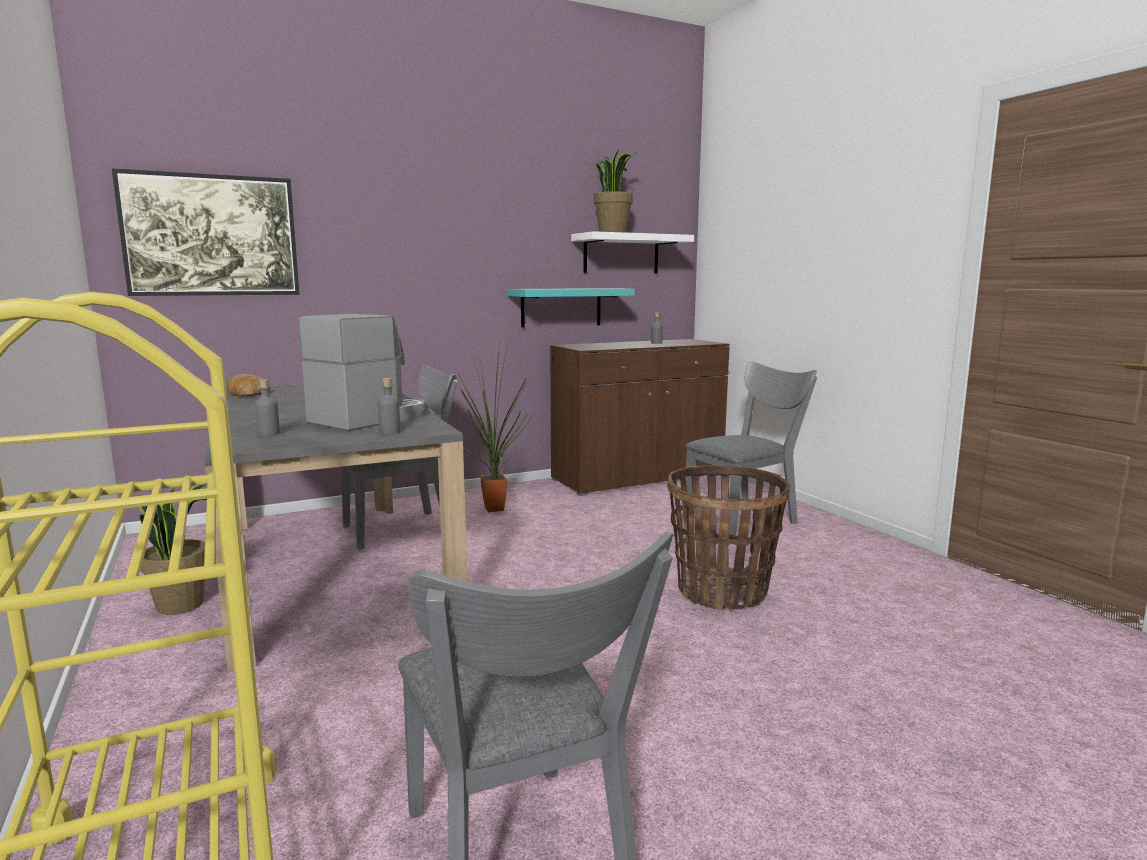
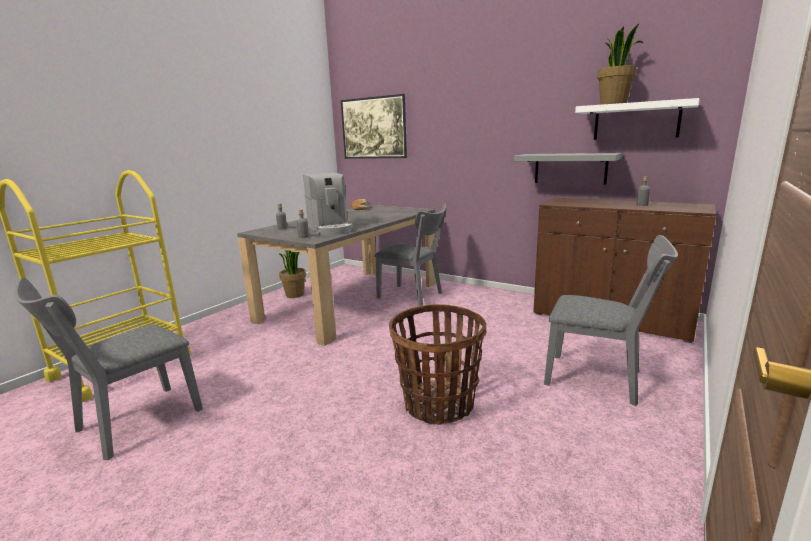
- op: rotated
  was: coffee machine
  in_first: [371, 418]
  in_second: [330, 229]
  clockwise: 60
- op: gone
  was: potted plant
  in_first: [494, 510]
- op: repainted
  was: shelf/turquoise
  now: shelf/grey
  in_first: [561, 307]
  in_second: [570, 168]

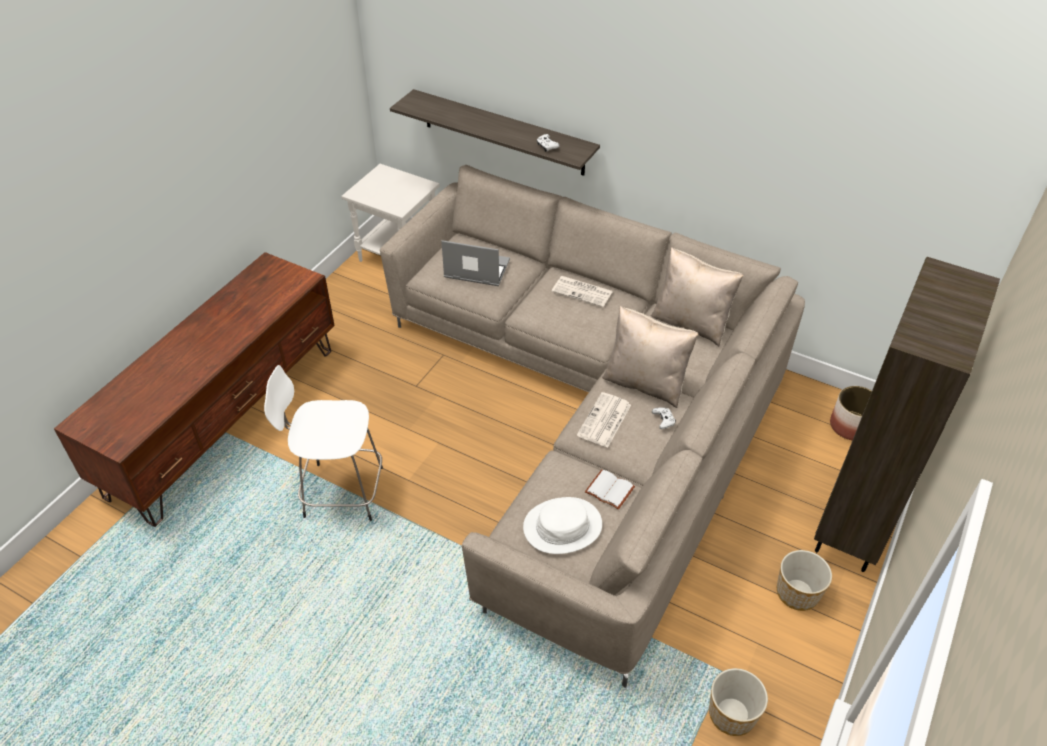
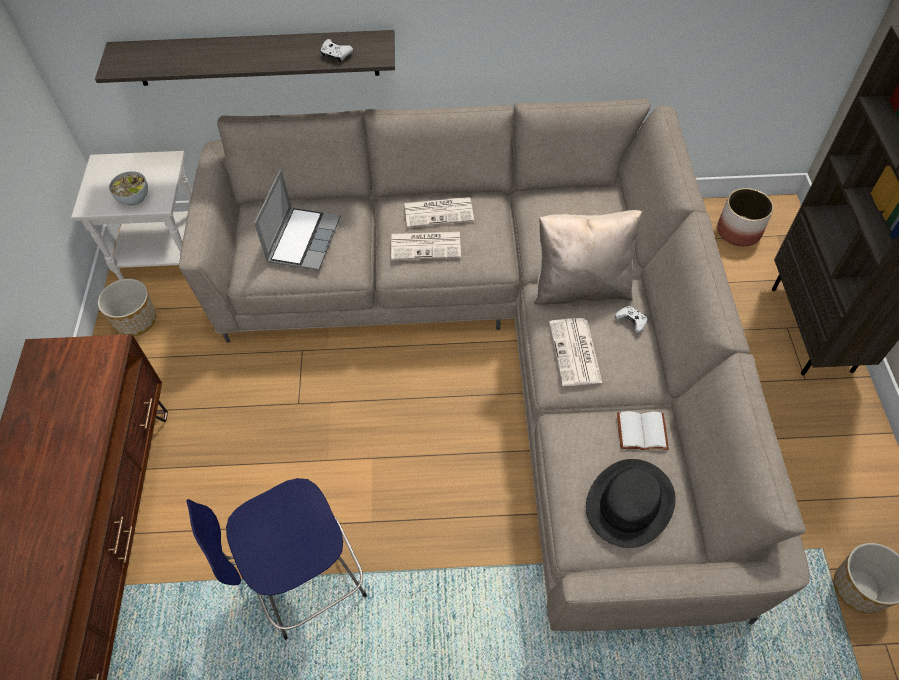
- op: repainted
  was: stool/white
  now: stool/blue
  in_first: [340, 491]
  in_second: [304, 581]
- op: rotated
  was: laptop
  in_first: [475, 270]
  in_second: [303, 239]
  clockwise: 120
- op: repainted
  was: hat/white
  now: hat/black
  in_first: [562, 526]
  in_second: [629, 503]
- op: gone
  was: pillow/beige
  in_first: [691, 323]
- op: shifted
  was: planter
  in_first: [797, 592]
  in_second: [136, 320]
- op: new
  now: bowl
  in_second: [134, 198]
- op: new
  now: newspaper
  in_second: [427, 245]

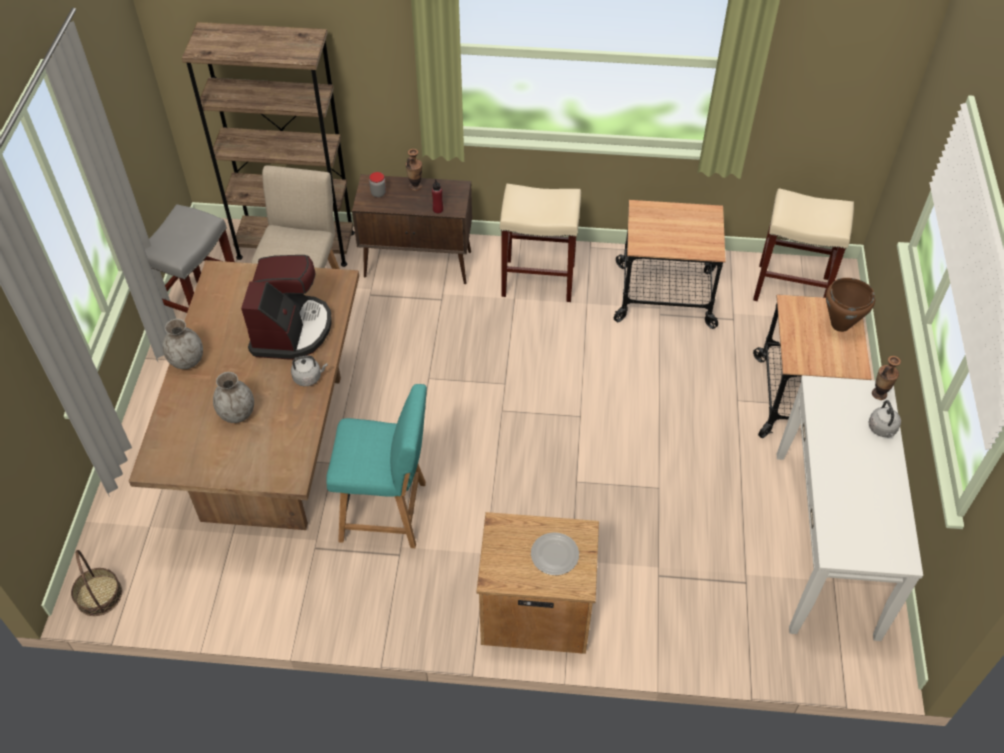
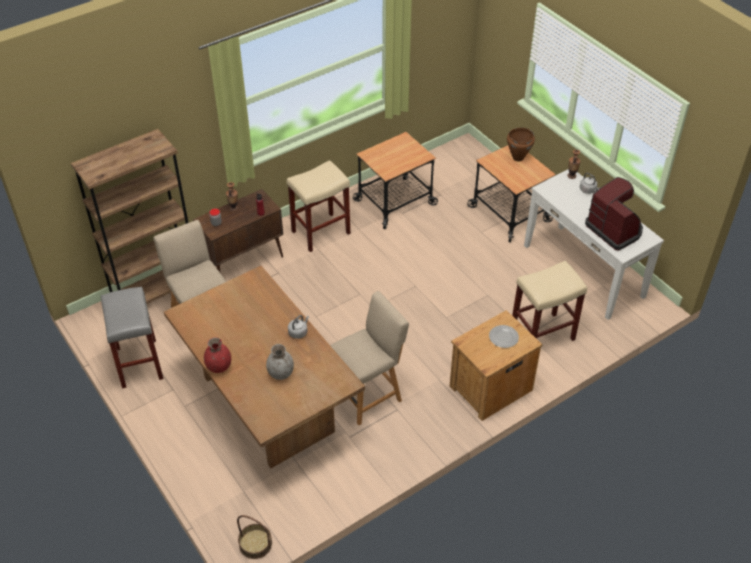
- op: repainted
  was: vase/grey
  now: vase/red
  in_first: [187, 360]
  in_second: [219, 366]
- op: shifted
  was: coffee machine
  in_first: [291, 330]
  in_second: [614, 229]
- op: repainted
  was: chair/turquoise
  now: chair/beige
  in_first: [388, 512]
  in_second: [368, 394]
- op: shifted
  was: stool/beige
  in_first: [792, 288]
  in_second: [542, 334]

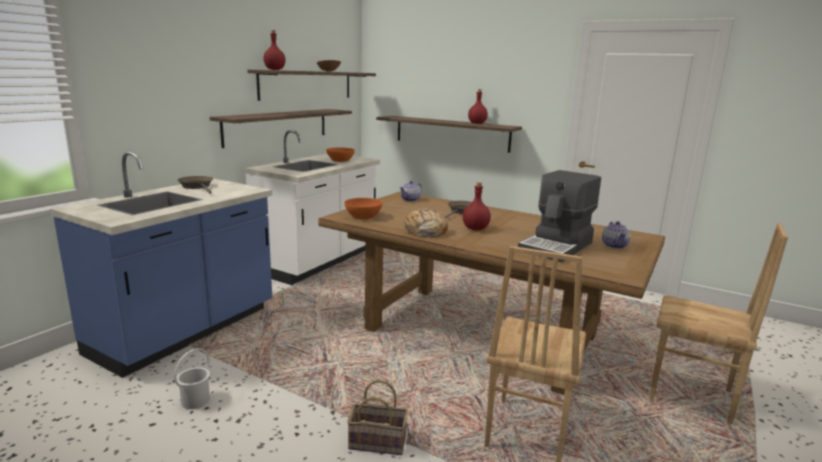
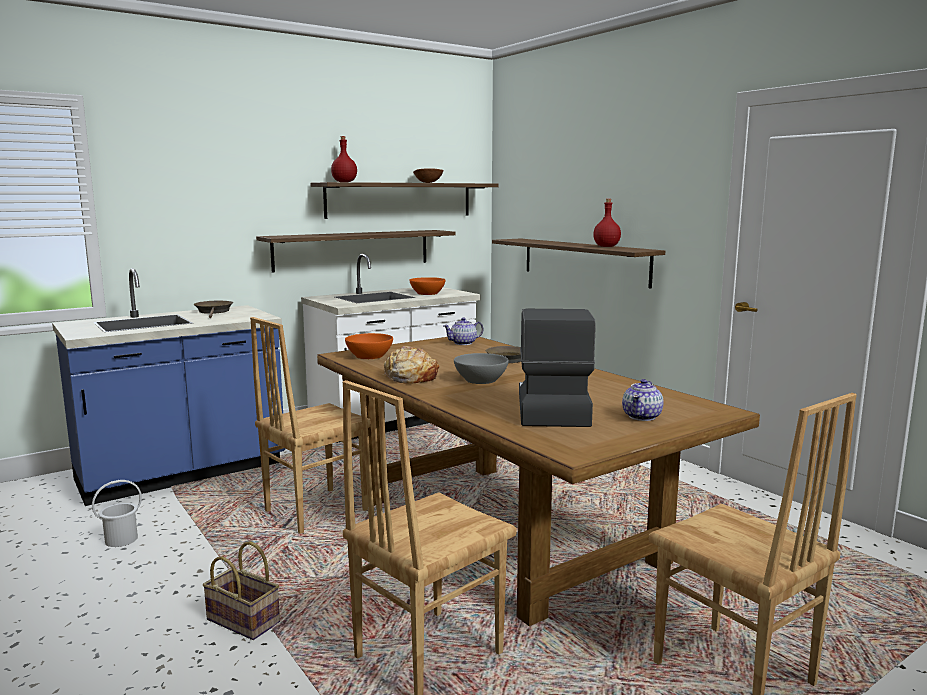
- op: swapped
  was: bottle/red
  now: bowl/grey
  in_first: [475, 229]
  in_second: [480, 380]
- op: rotated
  was: coffee machine
  in_first: [557, 247]
  in_second: [550, 409]
  clockwise: 120
- op: new
  now: chair/brown
  in_second: [314, 510]

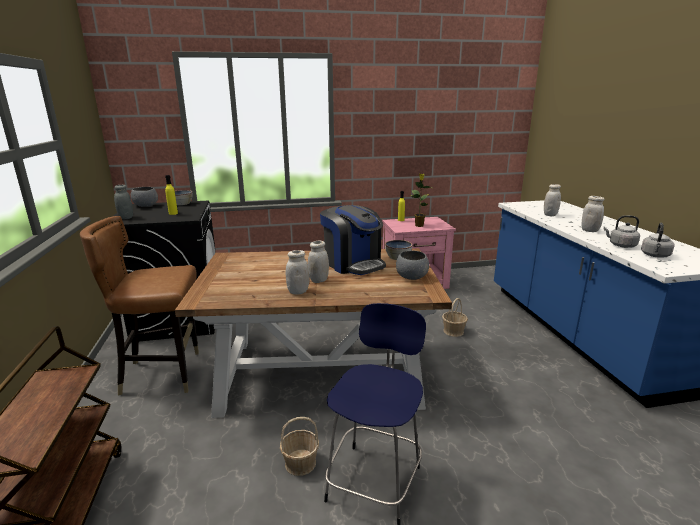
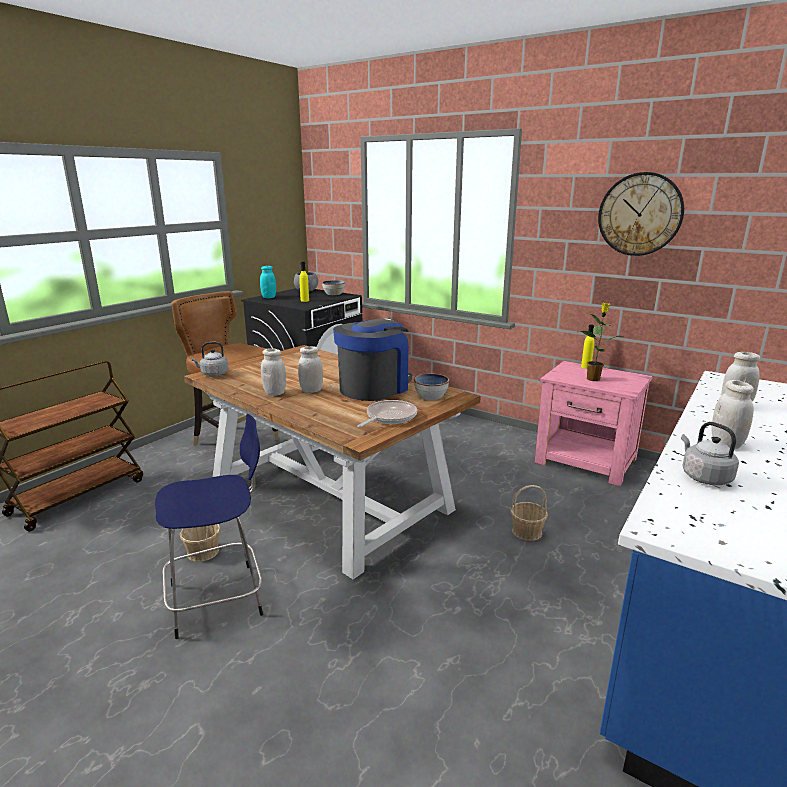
- op: repainted
  was: jar/grey
  now: jar/turquoise
  in_first: [126, 218]
  in_second: [269, 297]
- op: rotated
  was: coffee machine
  in_first: [353, 264]
  in_second: [374, 387]
  clockwise: -150
- op: swapped
  was: bowl/grey
  now: frying pan
  in_first: [411, 277]
  in_second: [389, 417]
- op: shifted
  was: kettle/grey
  in_first: [655, 255]
  in_second: [213, 374]
- op: new
  now: wall clock
  in_second: [640, 214]

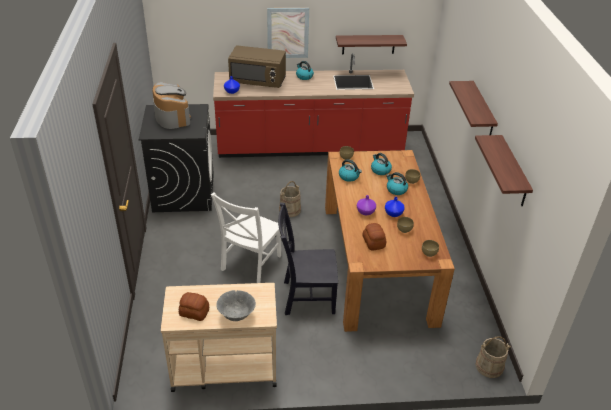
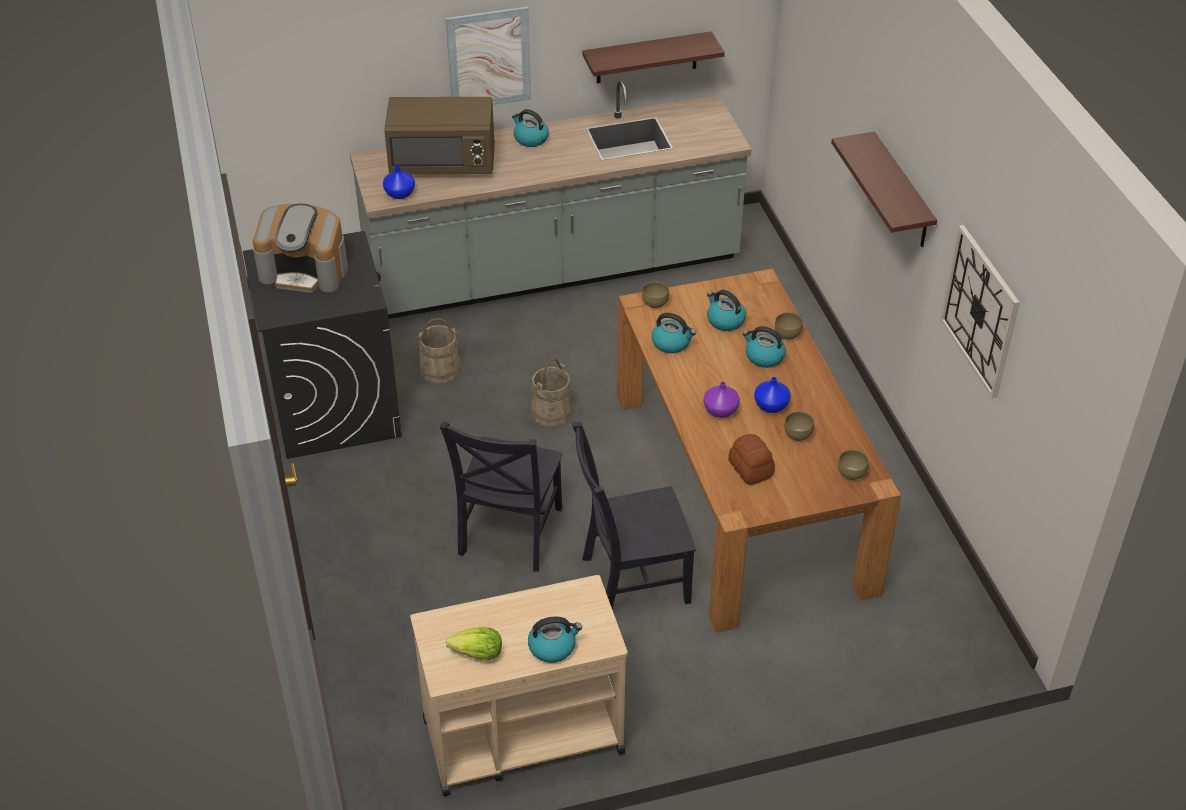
- op: rotated
  was: coffee machine
  in_first: [172, 117]
  in_second: [305, 270]
  clockwise: 135
- op: swapped
  was: bread
  now: lettuce
  in_first: [194, 312]
  in_second: [478, 654]
- op: repainted
  was: chair/white
  now: chair/black
  in_first: [249, 264]
  in_second: [509, 534]
- op: repainted
  was: counter/red
  now: counter/grey
  in_first: [310, 147]
  in_second: [553, 271]
- op: swapped
  was: bowl/grey
  now: kettle
  in_first: [236, 316]
  in_second: [553, 647]
- op: swapped
  was: shelf
  now: wall clock
  in_first: [513, 172]
  in_second: [980, 311]
- op: shifted
  was: bucket/beige
  in_first: [489, 366]
  in_second: [440, 369]

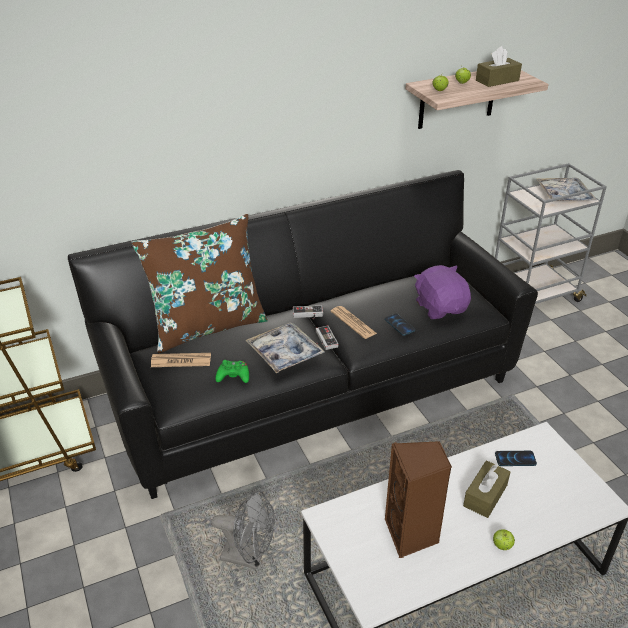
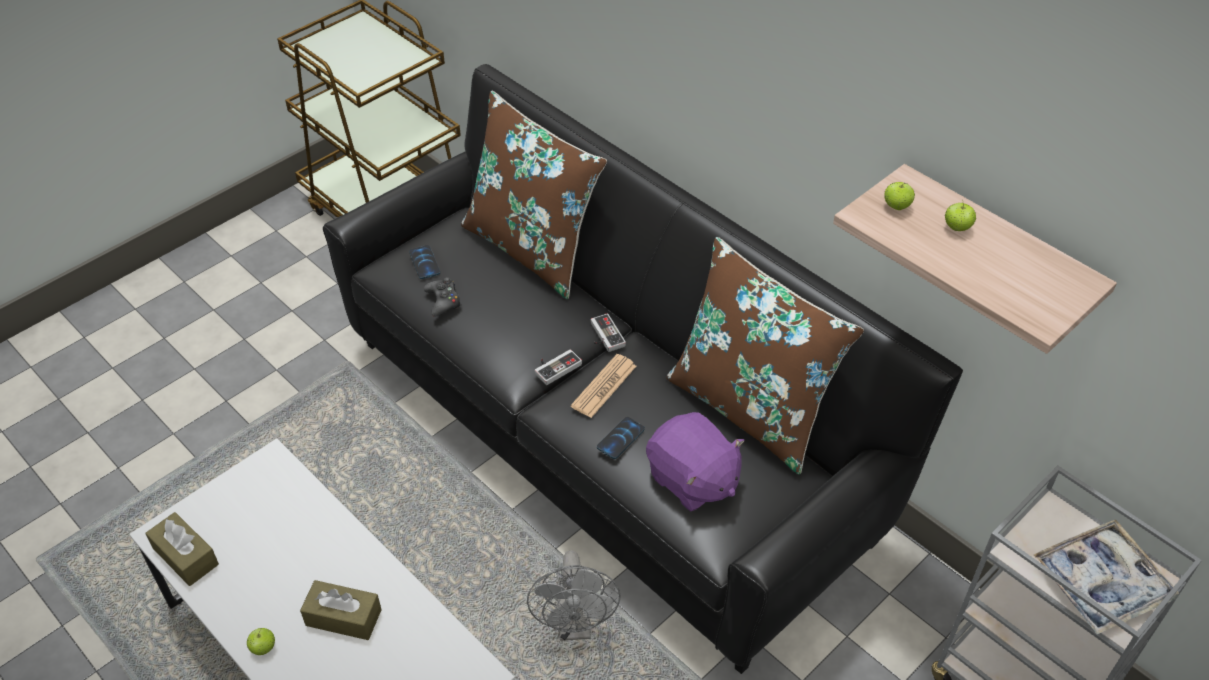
- op: gone
  was: newspaper
  in_first: [181, 361]
- op: shifted
  was: fan/grey
  in_first: [249, 557]
  in_second: [575, 626]
- op: repainted
  was: game controller/green
  now: game controller/black
  in_first: [233, 376]
  in_second: [443, 301]
- op: gone
  was: tray
  in_first: [285, 353]
- op: gone
  was: speaker/brown
  in_first: [412, 535]
- op: rotated
  was: plush toy/purple
  in_first: [440, 307]
  in_second: [692, 480]
  clockwise: 90
- op: shifted
  was: tissue box/brown
  in_first: [497, 80]
  in_second: [185, 556]
- op: shifted
  was: phone
  in_first: [515, 459]
  in_second: [424, 263]
- op: new
  now: pillow/brown
  in_second: [750, 408]

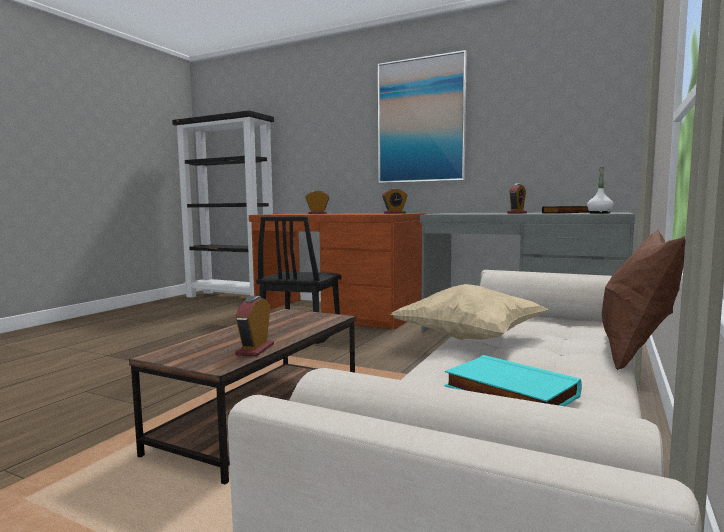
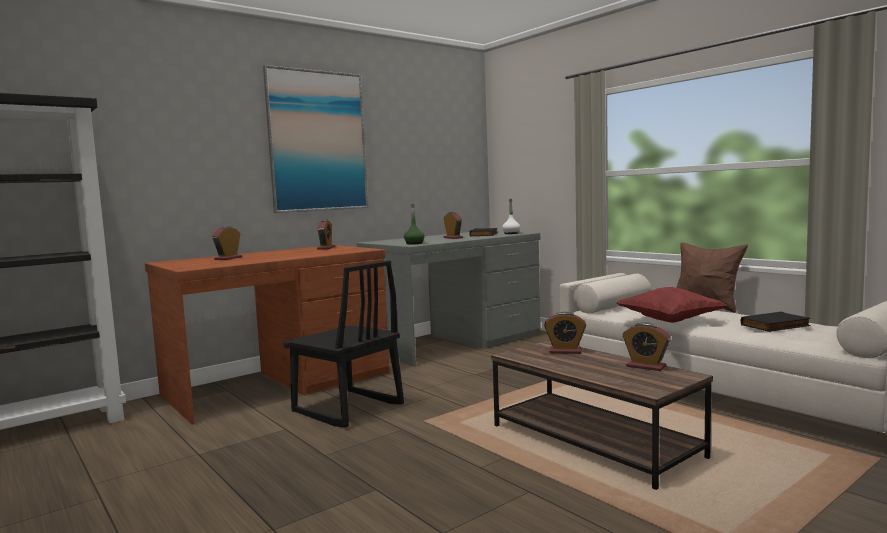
- op: repainted
  was: pillow/beige
  now: pillow/red
  in_first: [470, 338]
  in_second: [669, 321]
- op: repainted
  was: book/turquoise
  now: book/black
  in_first: [508, 392]
  in_second: [776, 326]
- op: new
  now: bottle/green
  in_second: [414, 243]
- op: new
  now: alarm clock
  in_second: [565, 351]

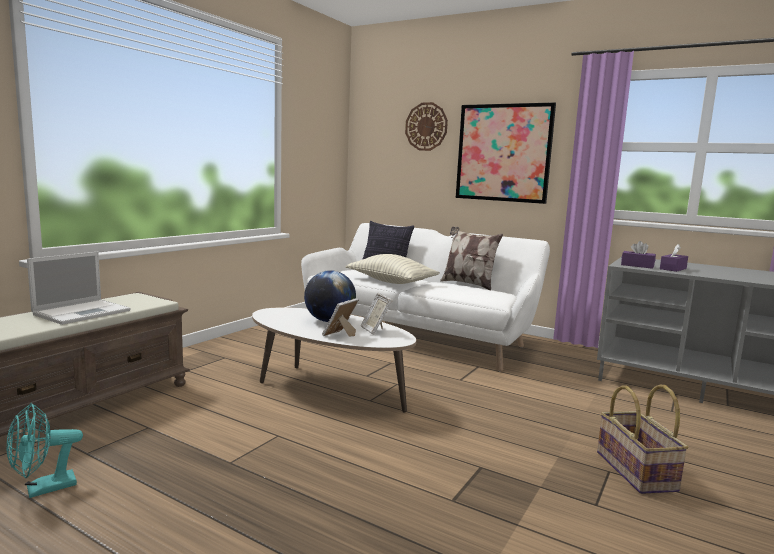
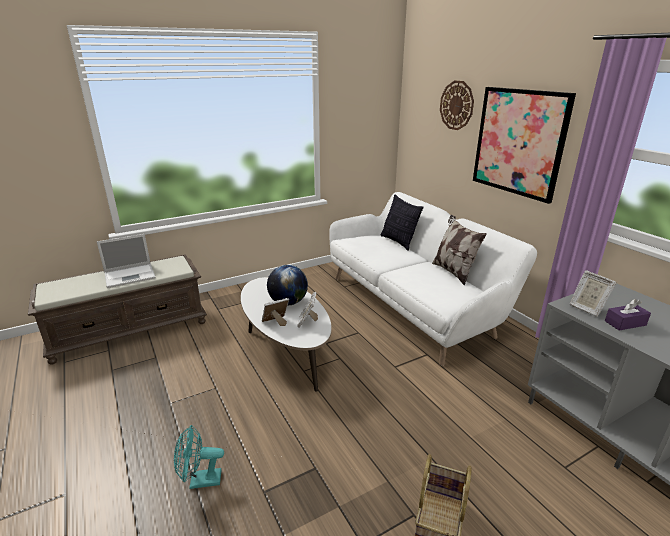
- op: shifted
  was: fan/turquoise
  in_first: [43, 489]
  in_second: [200, 481]
- op: gone
  was: pillow
  in_first: [391, 282]
- op: swapped
  was: tissue box/purple
  now: picture frame
  in_first: [637, 265]
  in_second: [586, 308]

